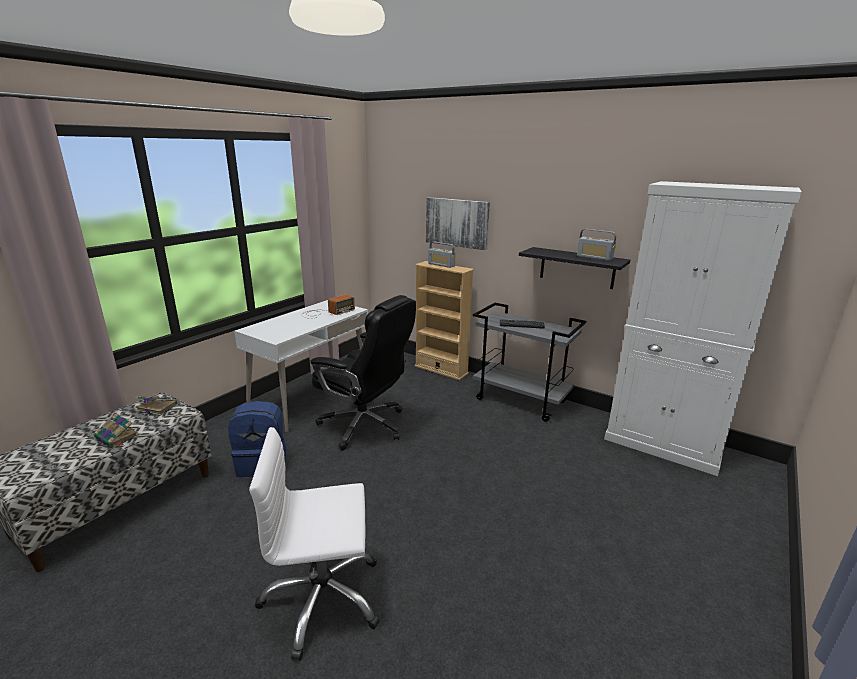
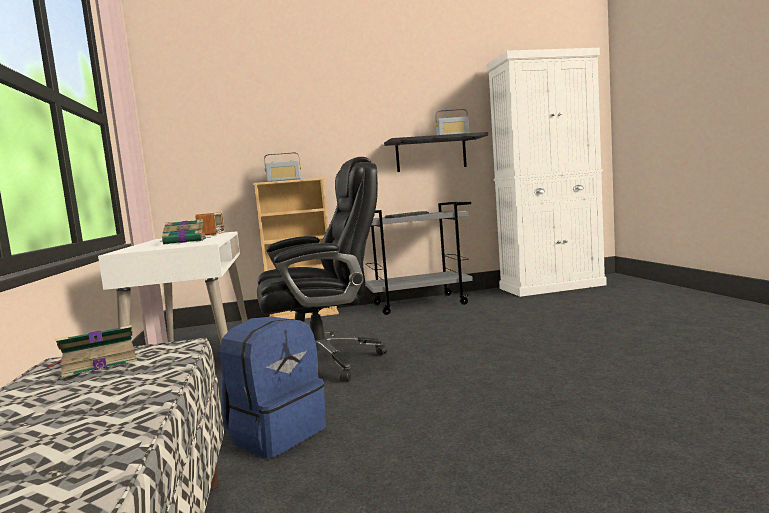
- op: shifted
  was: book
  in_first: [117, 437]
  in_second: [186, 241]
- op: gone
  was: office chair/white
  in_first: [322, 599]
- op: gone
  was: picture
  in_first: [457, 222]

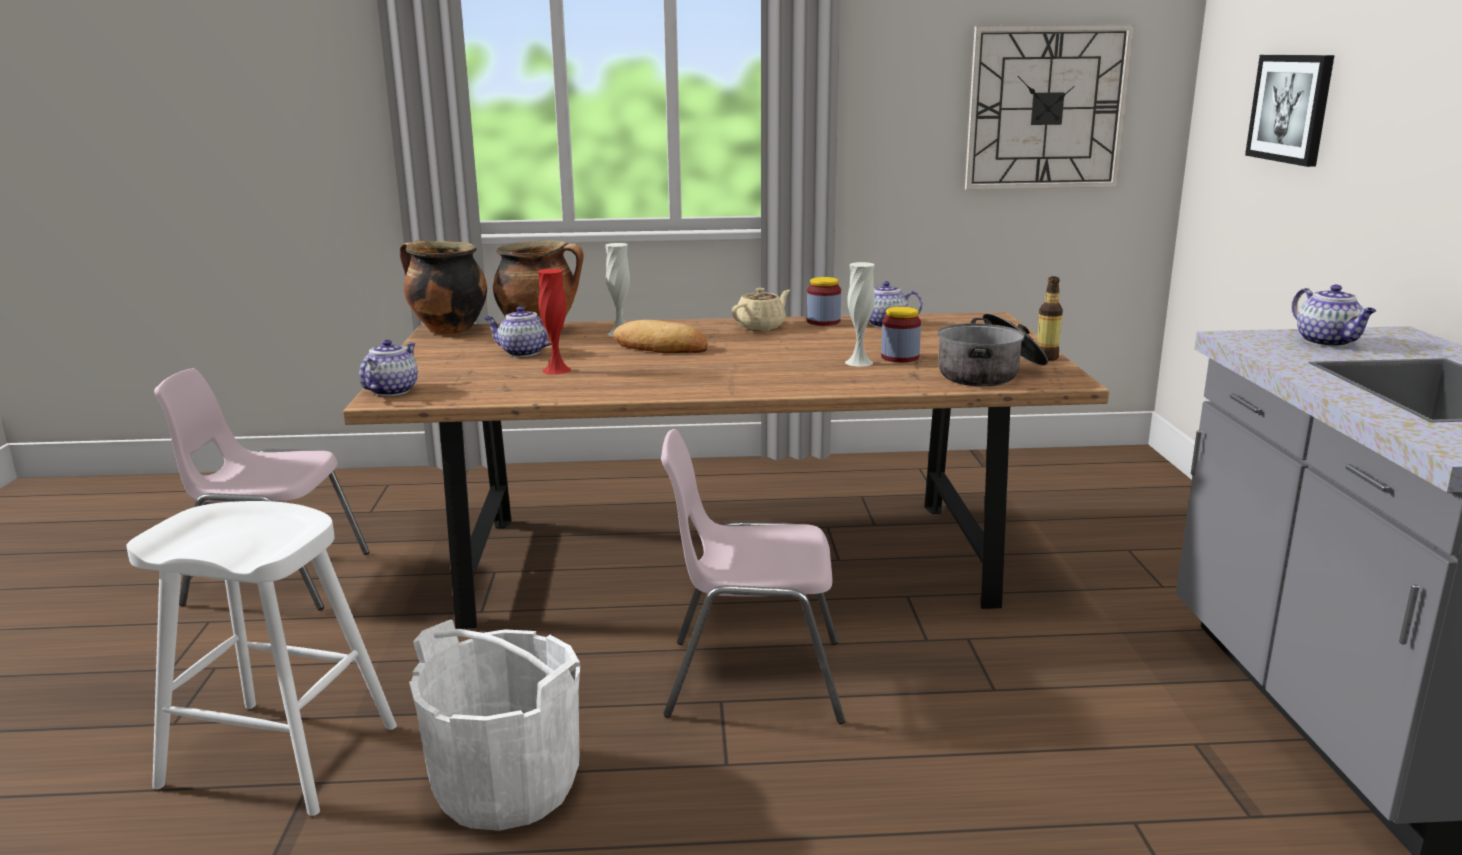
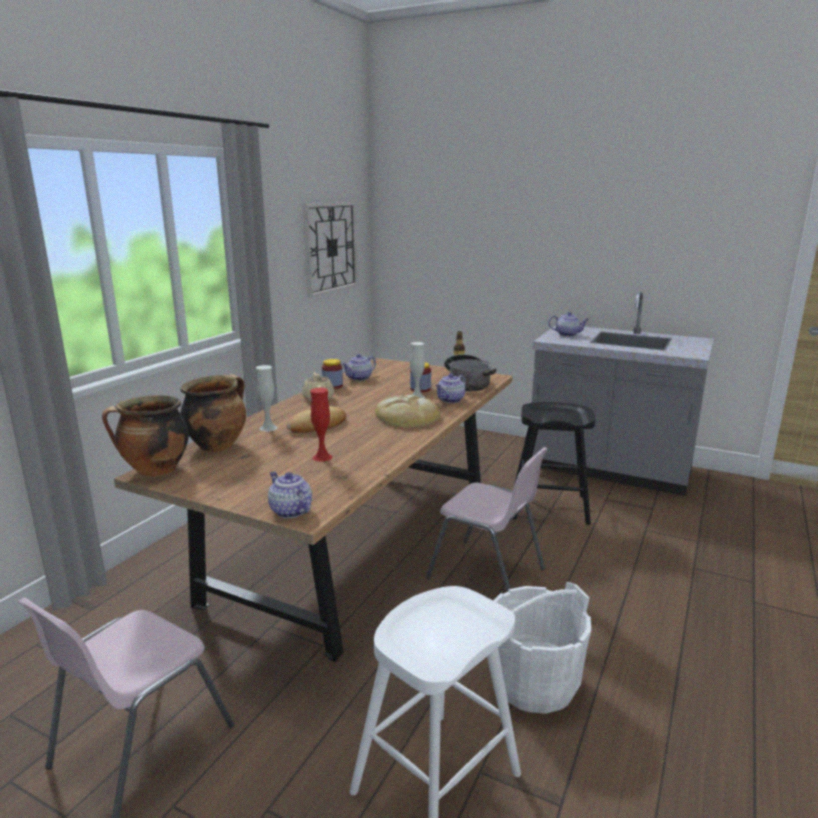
- op: shifted
  was: teapot
  in_first: [522, 352]
  in_second: [450, 400]
- op: rotated
  was: chair/pink
  in_first: [752, 678]
  in_second: [488, 574]
  clockwise: -90
- op: gone
  was: picture
  in_first: [1291, 108]
- op: new
  now: bread
  in_second: [407, 417]
- op: new
  now: stool/black
  in_second: [549, 507]

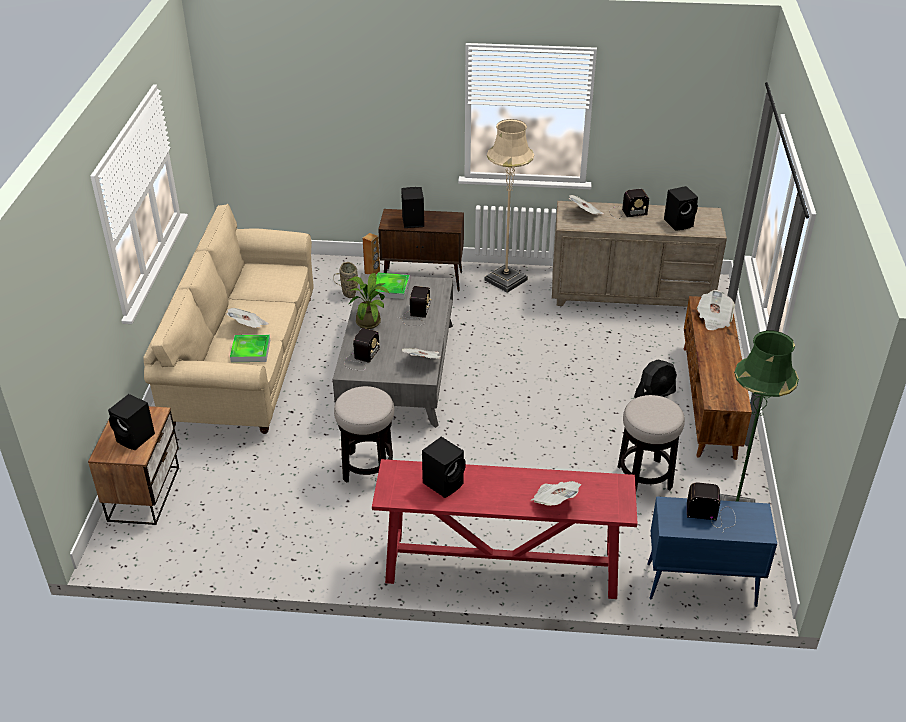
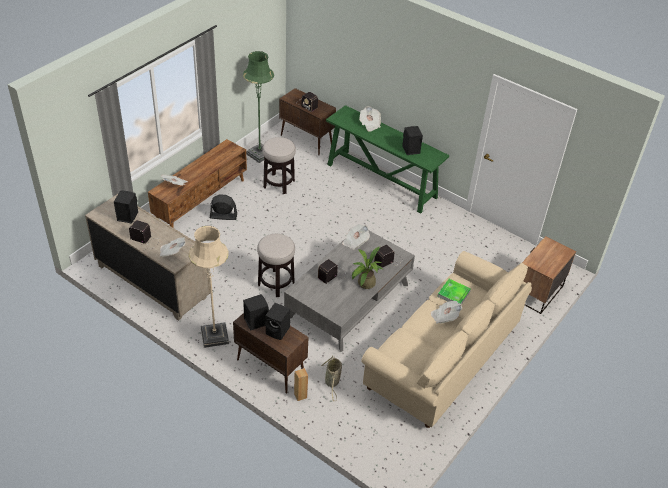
- op: shifted
  was: speaker/black
  in_first: [136, 438]
  in_second: [256, 321]
- op: shifted
  was: stool
  in_first: [368, 468]
  in_second: [276, 284]
- op: repainted
  was: console table/red
  now: console table/green
  in_first: [500, 567]
  in_second: [382, 181]
- op: gone
  was: tray
  in_first: [390, 288]
- op: repainted
  was: cabinet/blue
  now: cabinet/brown
  in_first: [700, 585]
  in_second: [306, 140]

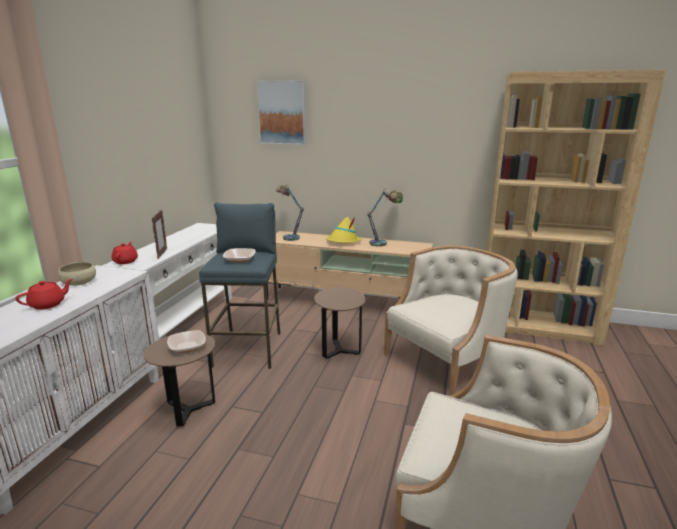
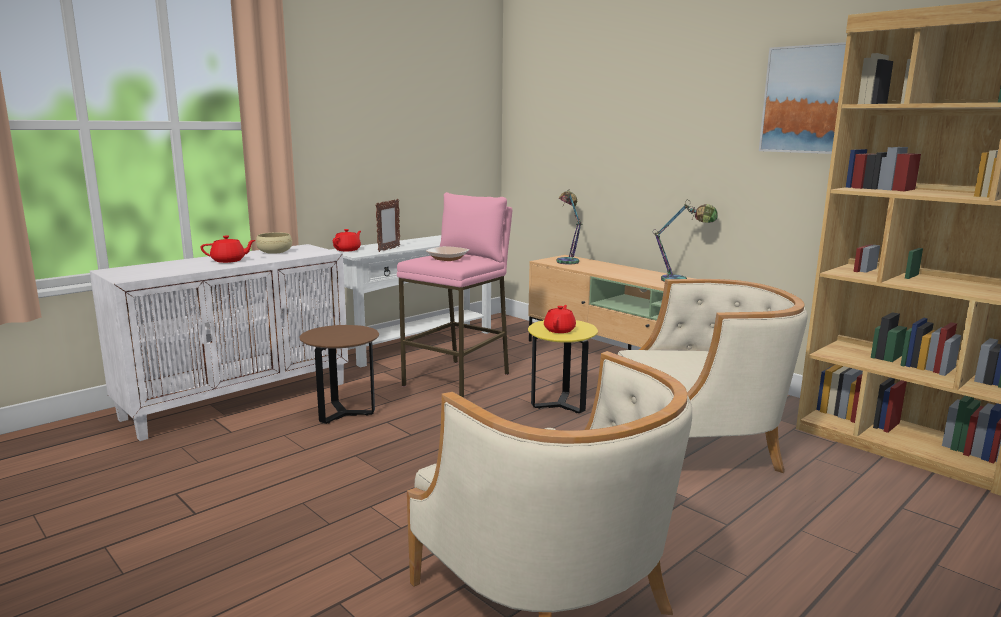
- op: gone
  was: bowl
  in_first: [187, 347]
- op: repainted
  was: stool/blue
  now: stool/pink
  in_first: [249, 349]
  in_second: [458, 380]
- op: shifted
  was: picture
  in_first: [282, 112]
  in_second: [807, 99]
- op: repainted
  was: side table/brown
  now: side table/yellow
  in_first: [339, 351]
  in_second: [560, 405]
- op: gone
  was: hat/yellow
  in_first: [343, 242]
- op: new
  now: teapot/red
  in_second: [559, 330]

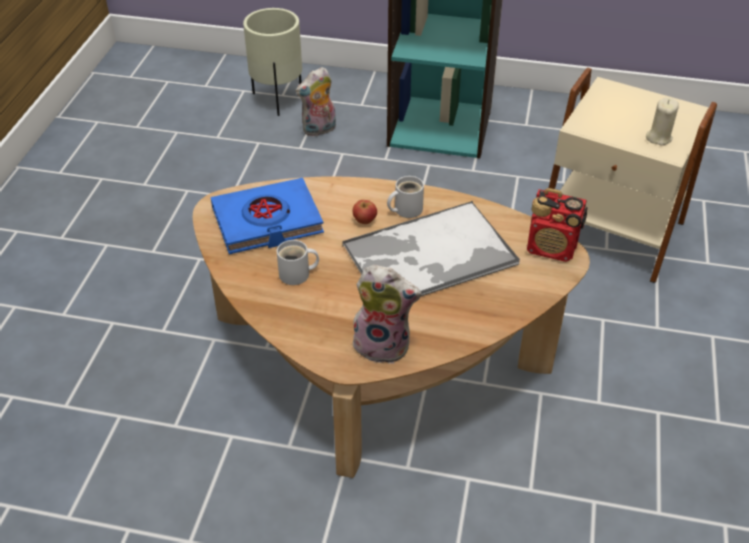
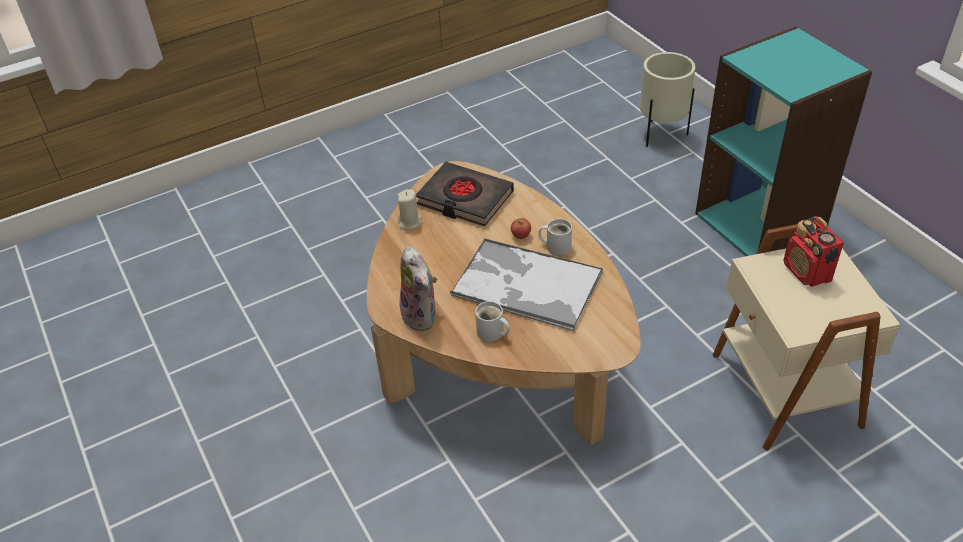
- op: repainted
  was: book/blue
  now: book/black
  in_first: [267, 222]
  in_second: [464, 199]
- op: shifted
  was: mug/white
  in_first: [297, 275]
  in_second: [492, 333]
- op: gone
  was: plush toy
  in_first: [319, 130]
- op: shifted
  was: radio
  in_first: [552, 249]
  in_second: [807, 272]
- op: shifted
  was: candle/beige
  in_first: [658, 137]
  in_second: [410, 222]

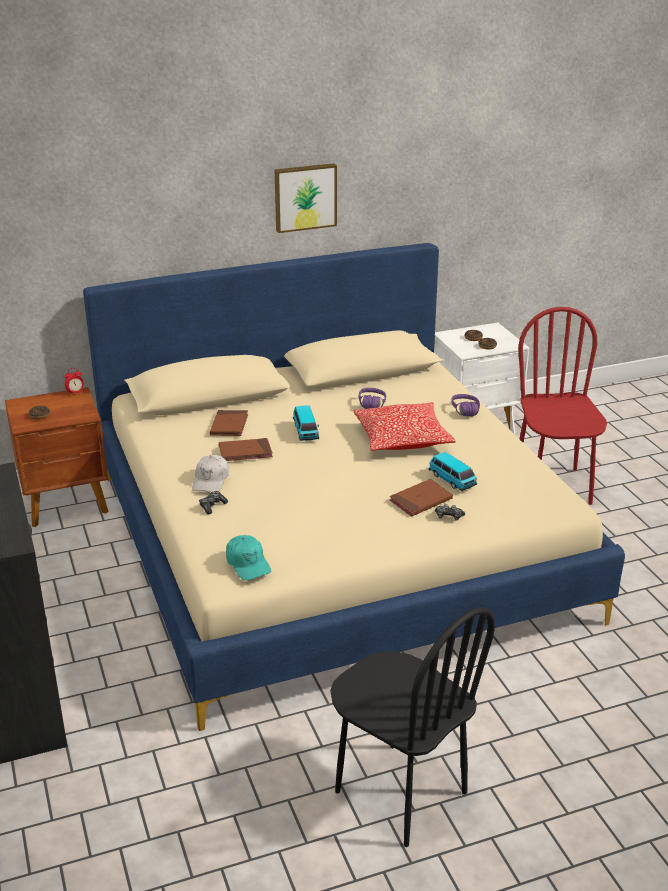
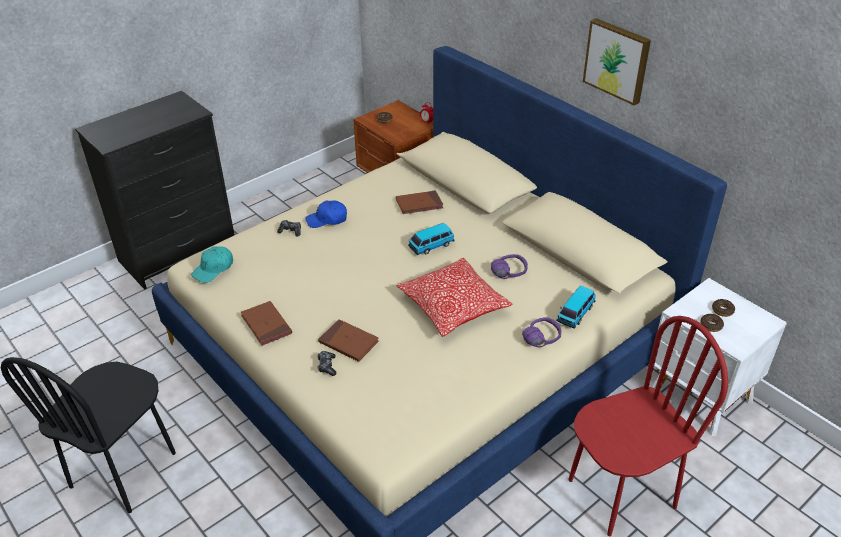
- op: repainted
  was: cap/white
  now: cap/blue
  in_first: [211, 480]
  in_second: [327, 219]
- op: shifted
  was: book/brown
  in_first: [245, 452]
  in_second: [266, 325]
- op: shifted
  was: toy car
  in_first: [452, 480]
  in_second: [575, 313]

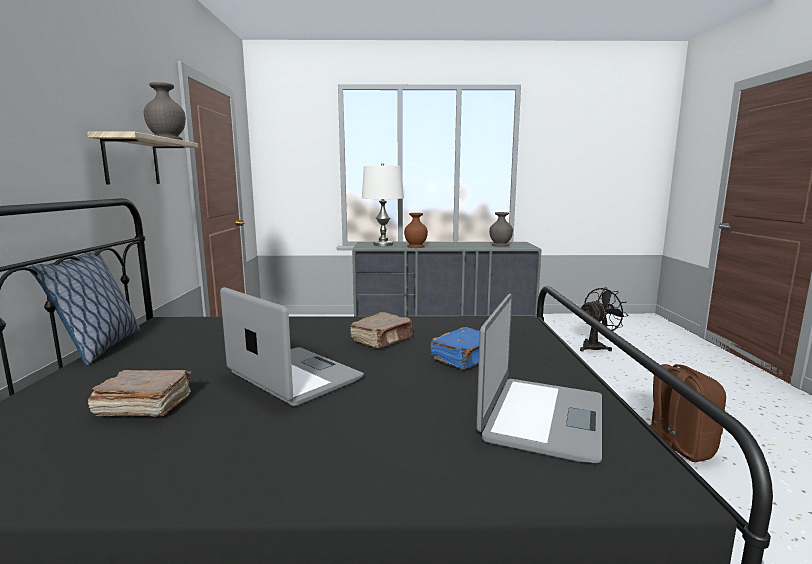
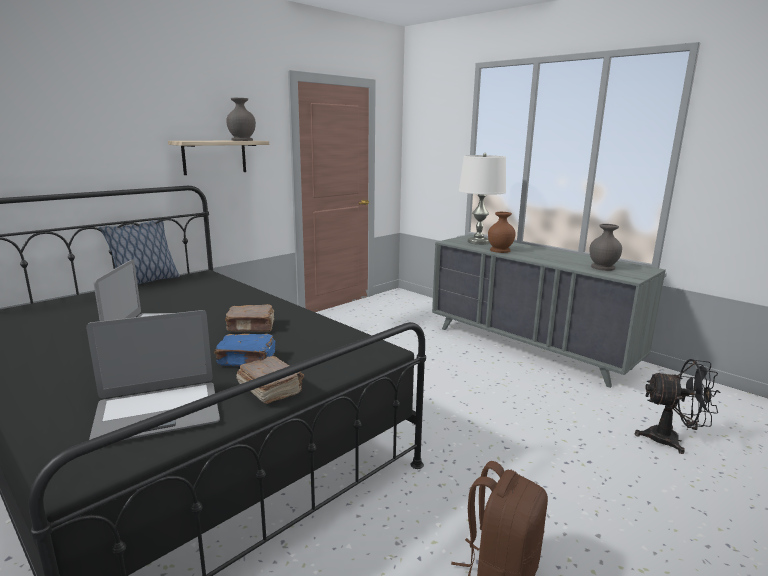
- op: shifted
  was: book/brown
  in_first: [143, 406]
  in_second: [270, 389]

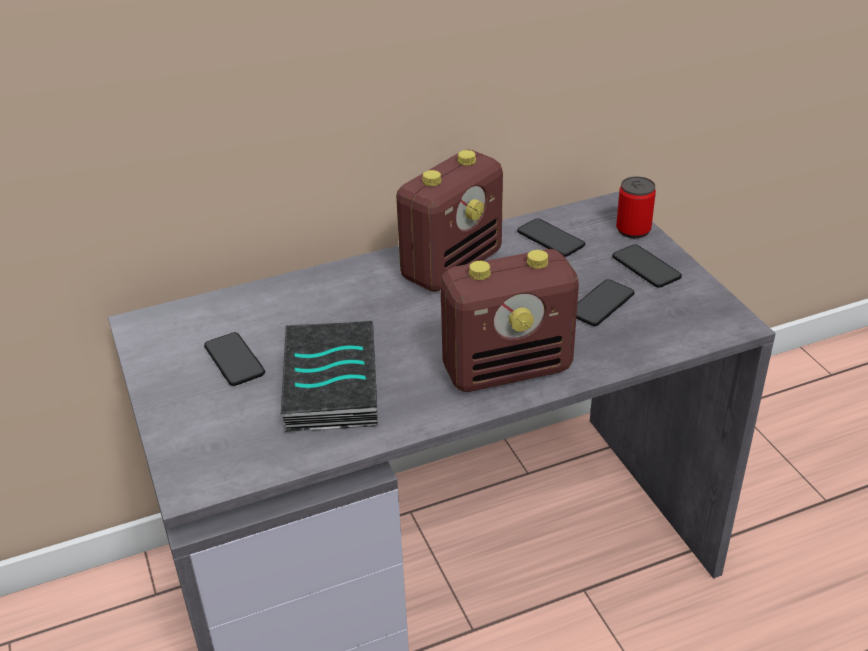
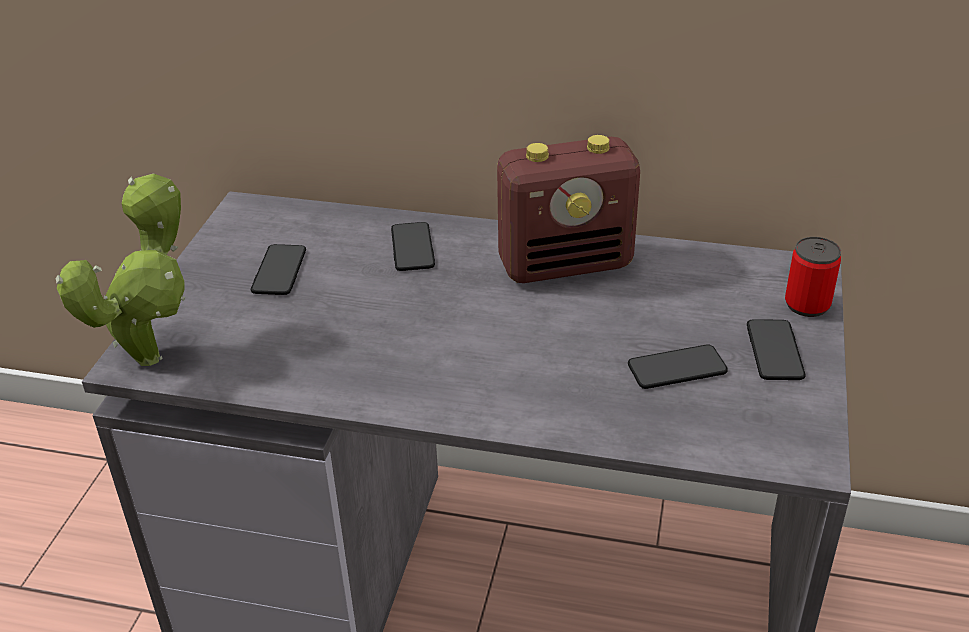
- op: gone
  was: book
  in_first: [328, 383]
- op: gone
  was: radio
  in_first: [508, 369]
- op: shifted
  was: phone
  in_first: [550, 239]
  in_second: [412, 248]
- op: new
  now: potted plant
  in_second: [154, 353]

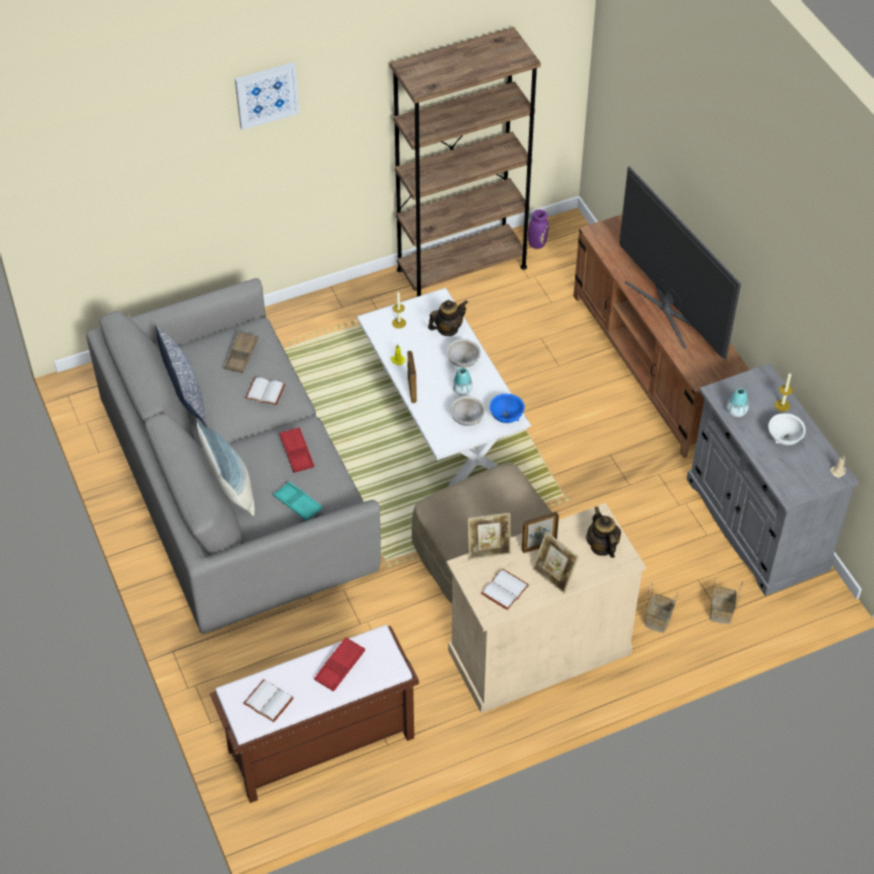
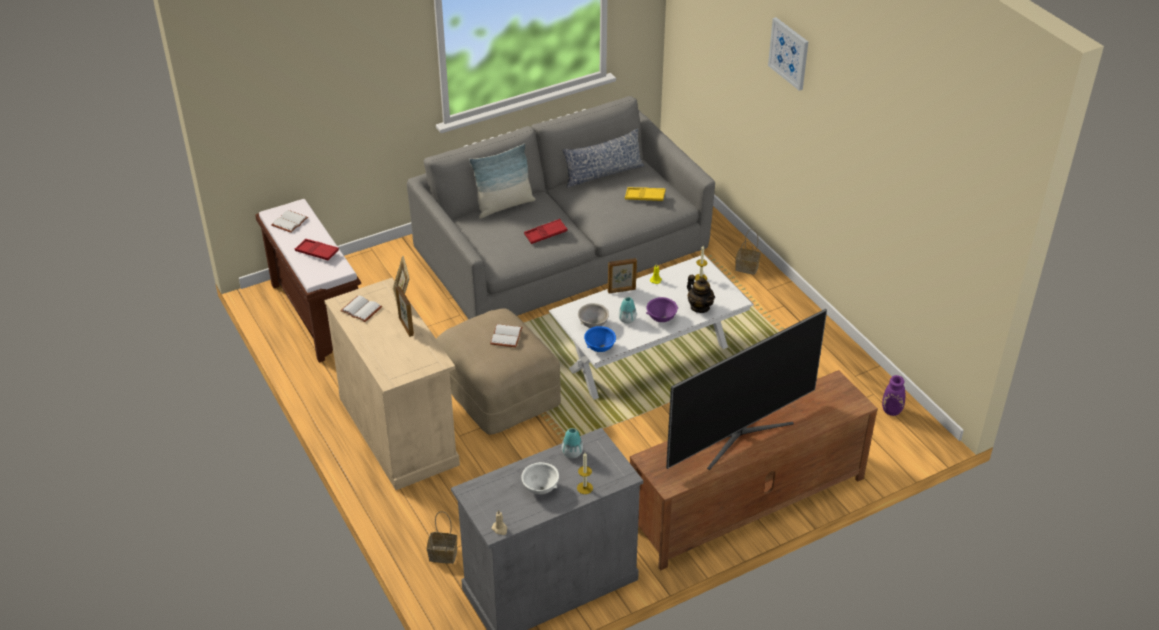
- op: repainted
  was: tray/brown
  now: tray/yellow
  in_first: [241, 355]
  in_second: [645, 197]
- op: shifted
  was: book/white
  in_first: [266, 391]
  in_second: [507, 337]
- op: gone
  was: tray/turquoise
  in_first: [298, 504]
- op: gone
  was: bookcase/brown
  in_first: [461, 268]
- op: repainted
  was: bowl/grey
  now: bowl/purple
  in_first: [463, 362]
  in_second: [661, 319]
- op: gone
  was: picture frame
  in_first: [553, 576]
- op: gone
  was: teapot
  in_first: [602, 546]
- op: shifted
  was: basket
  in_first: [658, 618]
  in_second: [747, 267]

